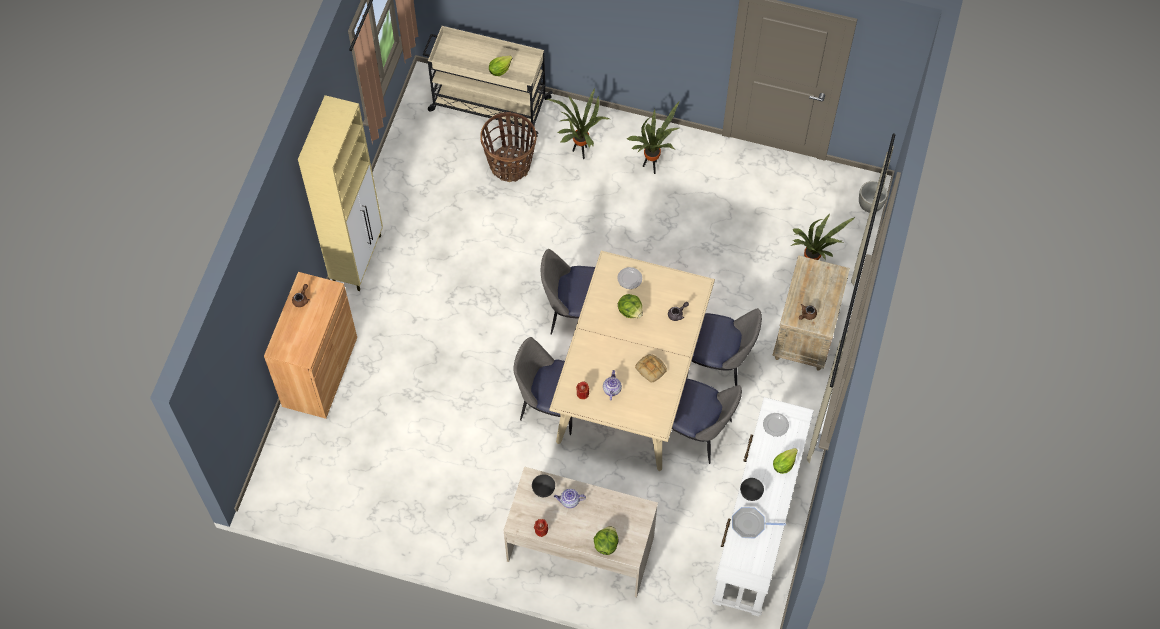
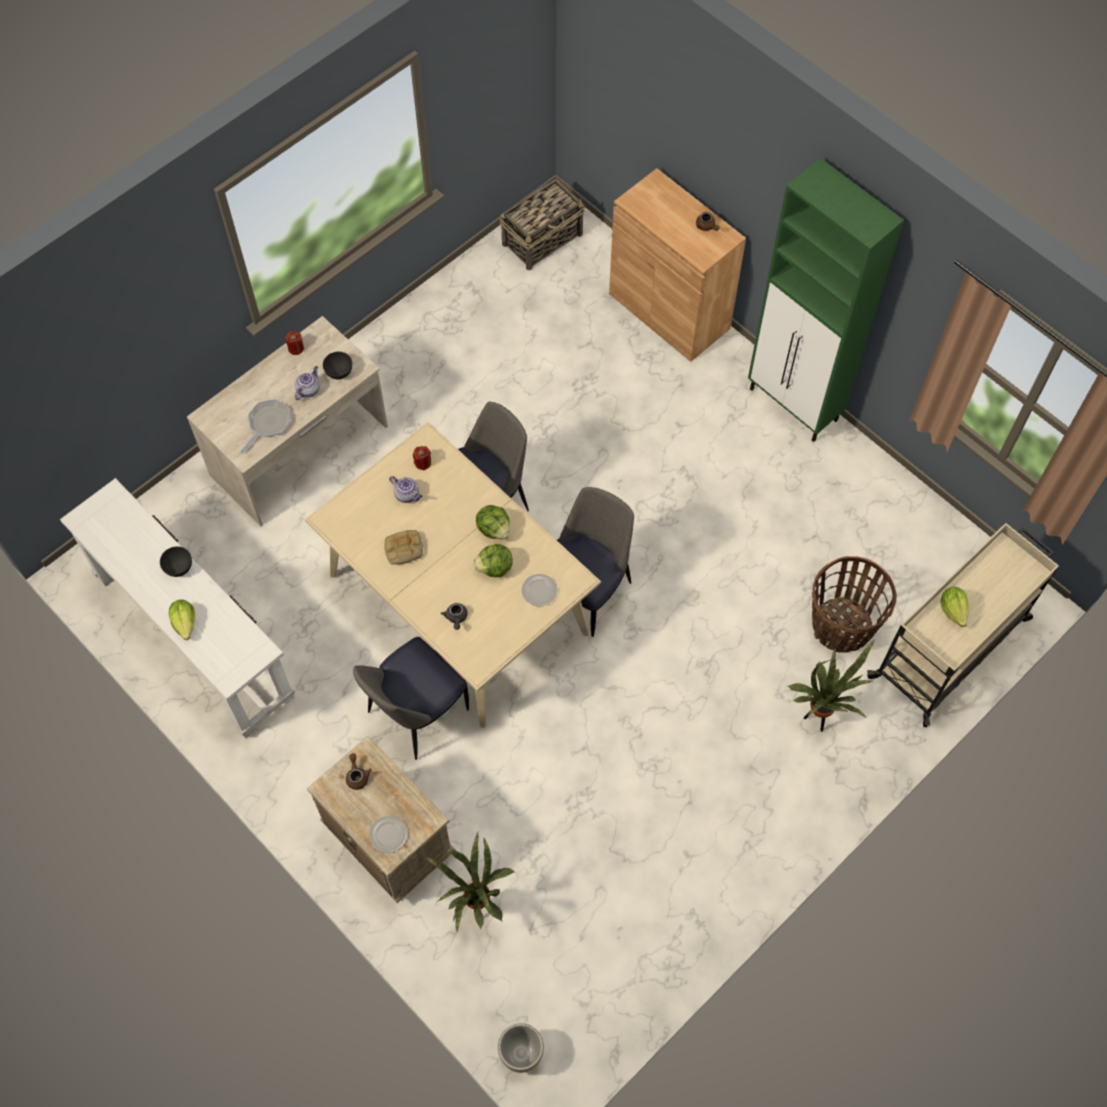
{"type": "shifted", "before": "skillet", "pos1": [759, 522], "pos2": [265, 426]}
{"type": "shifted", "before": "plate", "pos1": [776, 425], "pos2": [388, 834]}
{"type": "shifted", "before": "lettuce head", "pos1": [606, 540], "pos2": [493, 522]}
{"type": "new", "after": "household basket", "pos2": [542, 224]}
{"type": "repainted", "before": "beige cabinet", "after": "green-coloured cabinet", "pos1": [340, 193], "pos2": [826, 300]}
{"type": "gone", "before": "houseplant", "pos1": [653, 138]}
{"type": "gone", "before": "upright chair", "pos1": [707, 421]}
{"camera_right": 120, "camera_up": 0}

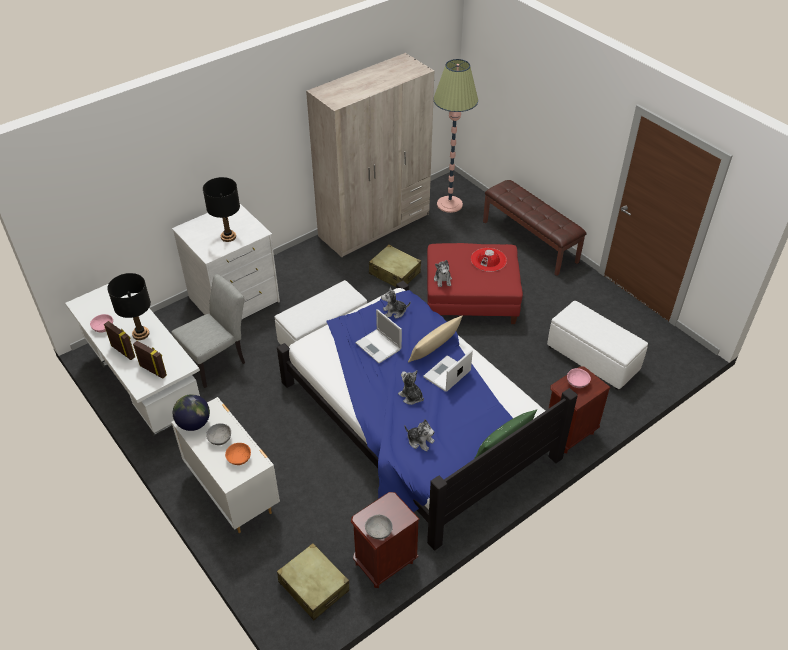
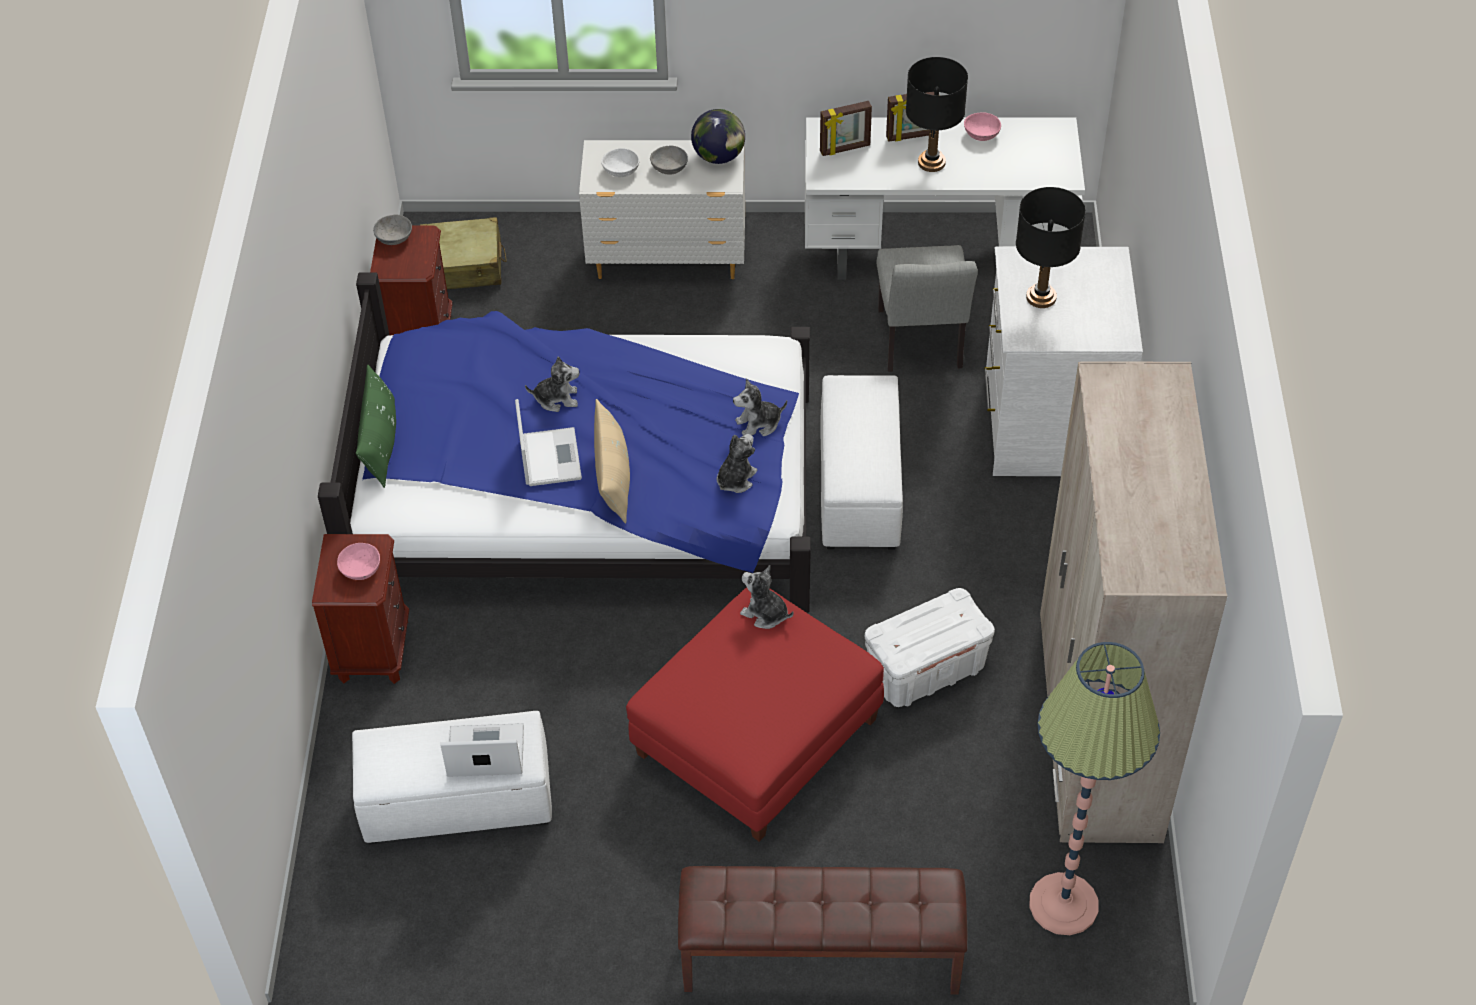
{"type": "shifted", "before": "laptop", "pos1": [378, 336], "pos2": [482, 750]}
{"type": "repainted", "before": "orangey deep dish", "after": "white-coloured deep dish", "pos1": [238, 454], "pos2": [620, 162]}
{"type": "shifted", "before": "cuddly toy", "pos1": [419, 435], "pos2": [760, 407]}
{"type": "swapped", "before": "beige piece of luggage", "after": "white-coloured storage box", "pos1": [395, 265], "pos2": [930, 647]}
{"type": "gone", "before": "reddish hat", "pos1": [489, 260]}
{"camera_right": 130, "camera_up": 5}

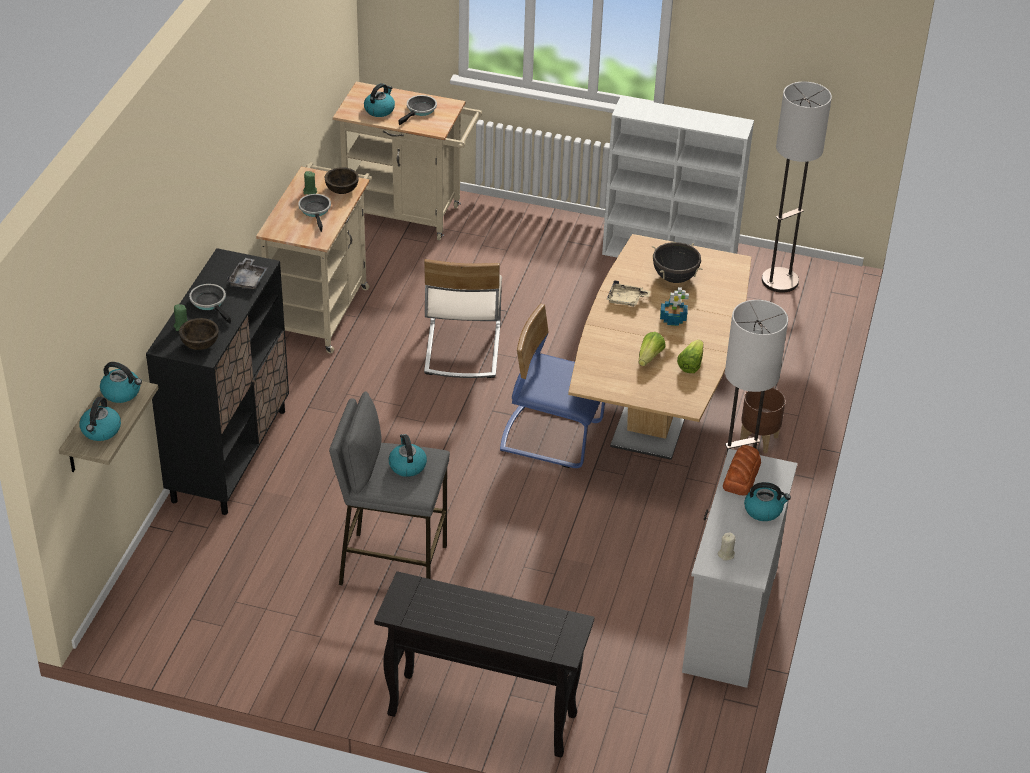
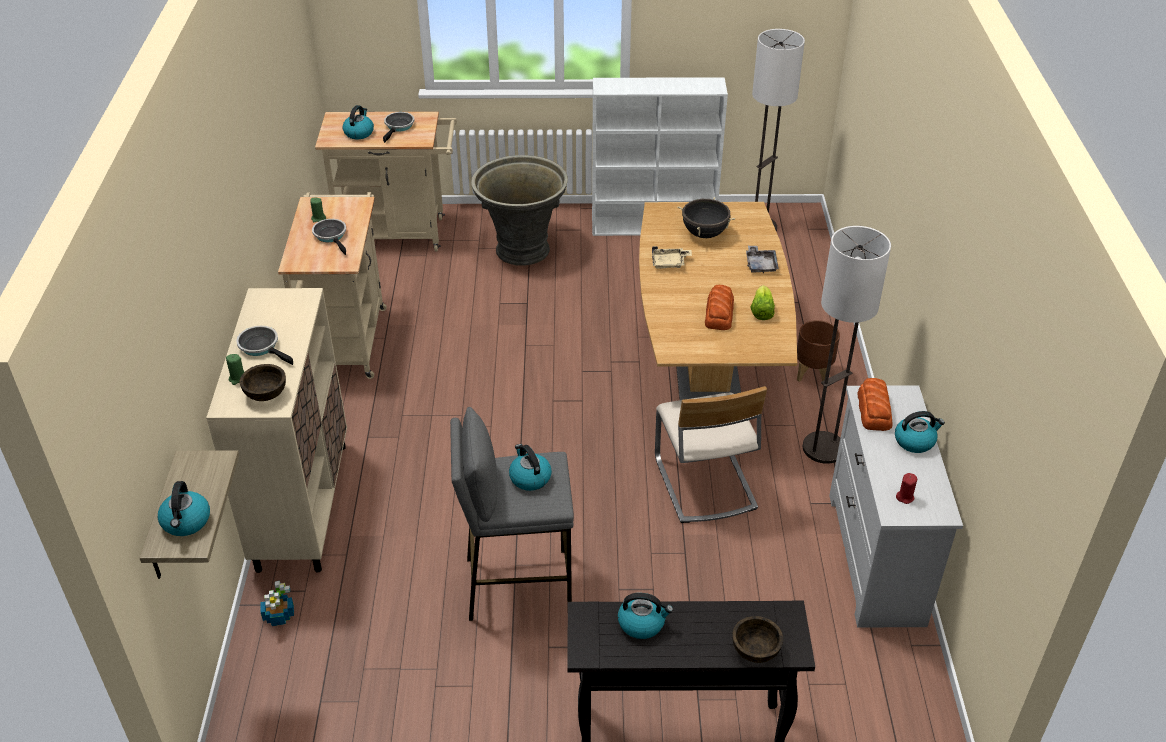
{"type": "repainted", "before": "black cabinet", "after": "beige cabinet", "pos1": [217, 381], "pos2": [276, 430]}
{"type": "shifted", "before": "houseplant", "pos1": [674, 306], "pos2": [277, 603]}
{"type": "new", "after": "greyish plant pot", "pos2": [519, 210]}
{"type": "shifted", "before": "tea kettle", "pos1": [121, 382], "pos2": [645, 616]}
{"type": "shifted", "before": "beige upright chair", "pos1": [463, 318], "pos2": [711, 454]}
{"type": "swapped", "before": "lettuce head", "after": "bakery bread", "pos1": [652, 349], "pos2": [719, 307]}
{"type": "shifted", "before": "brown deep dish", "pos1": [342, 180], "pos2": [757, 639]}
{"type": "shifted", "before": "greyish serving tray", "pos1": [247, 273], "pos2": [762, 259]}
{"type": "repainted", "before": "beige candle", "after": "reddish candle", "pos1": [727, 546], "pos2": [906, 488]}
{"type": "gone", "before": "blue-coloured upright chair", "pos1": [552, 386]}
{"camera_right": -15, "camera_up": 0}

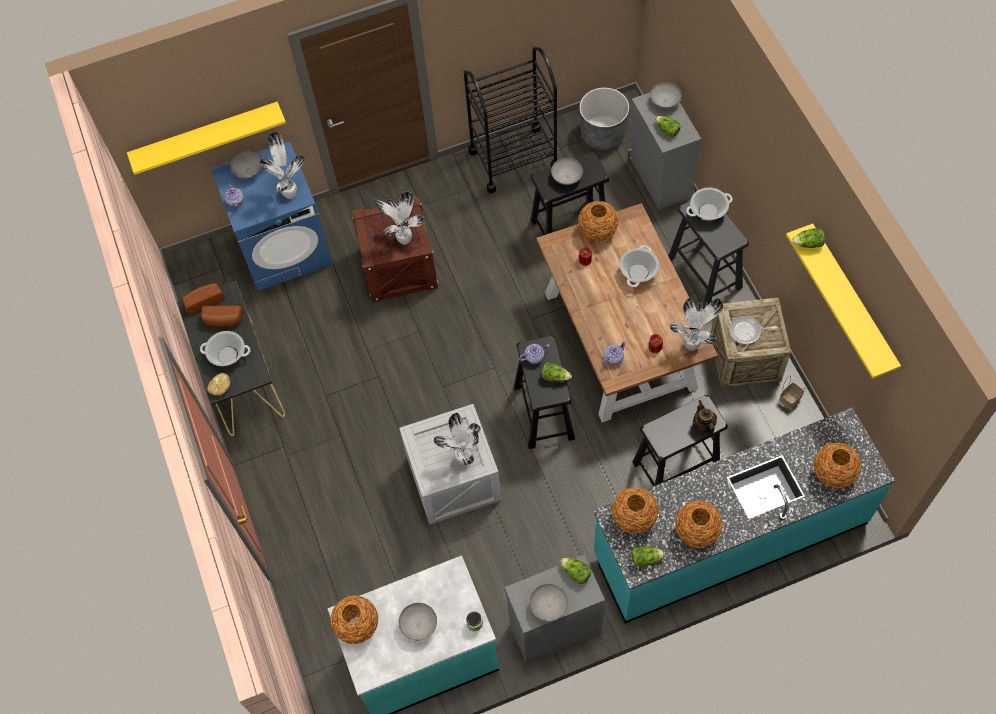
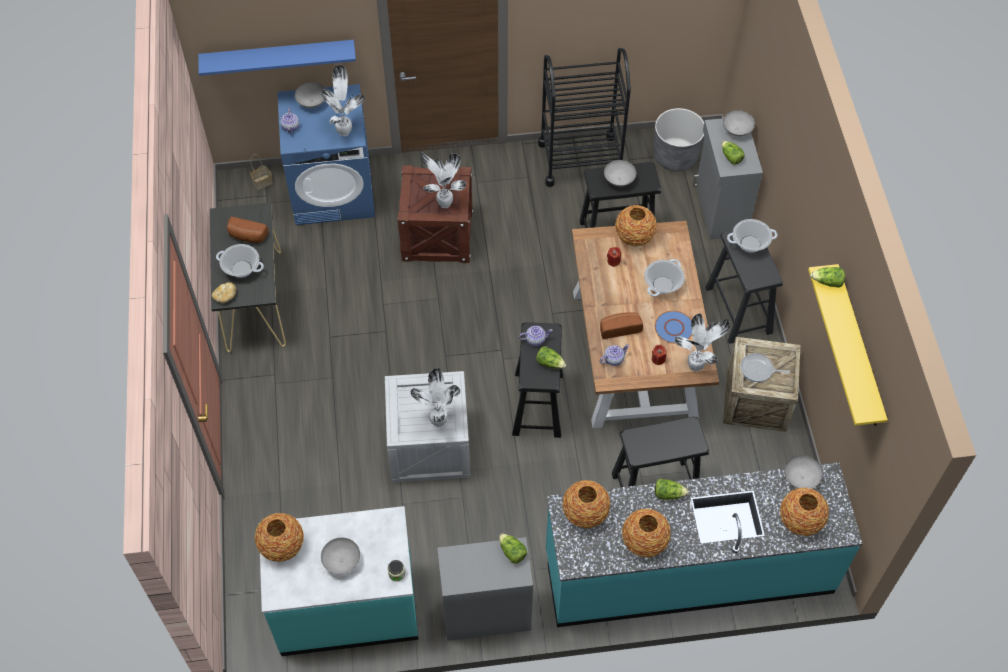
{"type": "repainted", "before": "yellow bracket shelf", "after": "blue-coloured bracket shelf", "pos1": [206, 138], "pos2": [277, 58]}
{"type": "shifted", "before": "household basket", "pos1": [792, 392], "pos2": [261, 172]}
{"type": "shifted", "before": "bakery bread", "pos1": [204, 299], "pos2": [621, 326]}
{"type": "new", "after": "blue-coloured plate", "pos2": [673, 327]}
{"type": "shifted", "before": "lettuce head", "pos1": [648, 556], "pos2": [672, 489]}
{"type": "shifted", "before": "greyish deep dish", "pos1": [549, 602], "pos2": [803, 472]}
{"type": "gone", "before": "pot for tea", "pos1": [705, 418]}
{"camera_right": 10, "camera_up": -5}

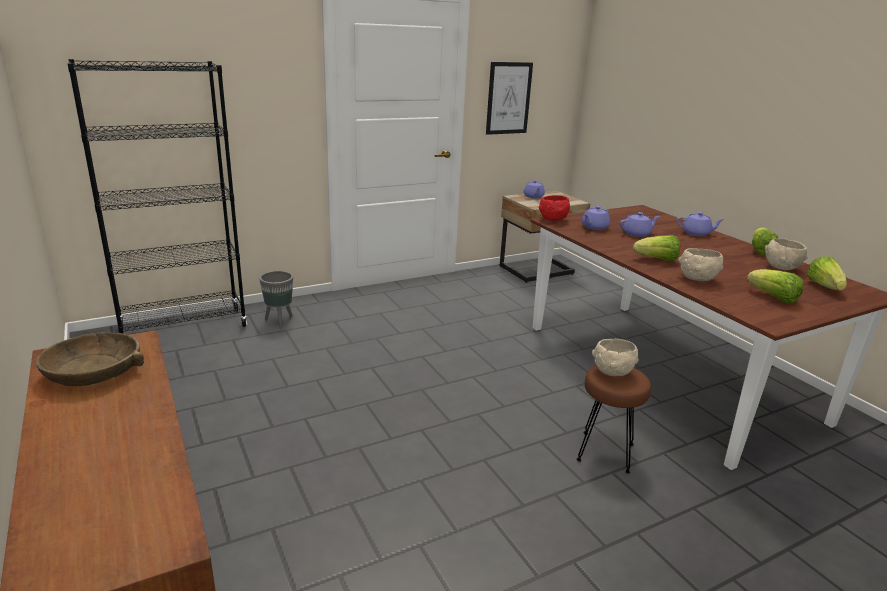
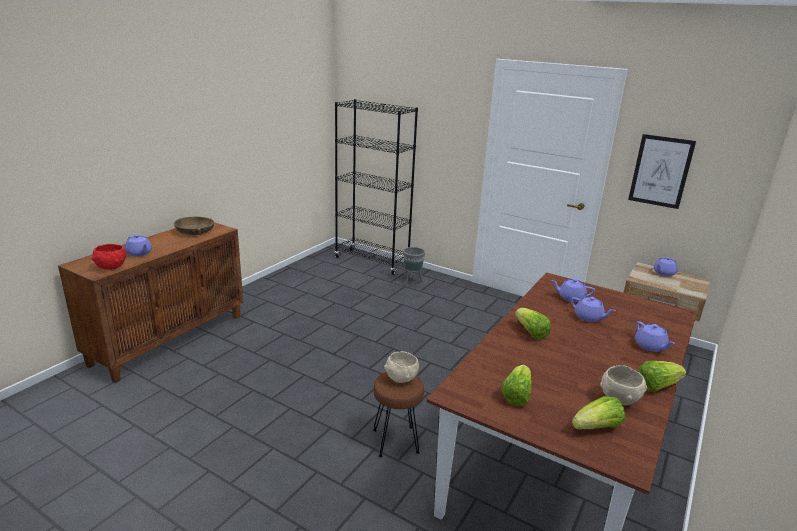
{"type": "shifted", "before": "reddish deep dish", "pos1": [554, 208], "pos2": [108, 257]}
{"type": "new", "after": "purplish pot for tea", "pos2": [138, 245]}
{"type": "gone", "before": "beige deep dish", "pos1": [700, 264]}
{"camera_right": 60, "camera_up": 0}

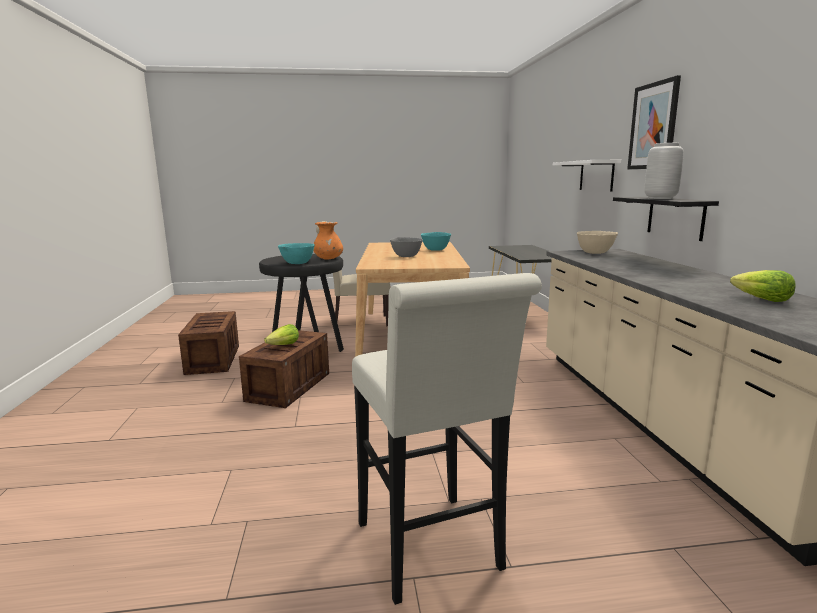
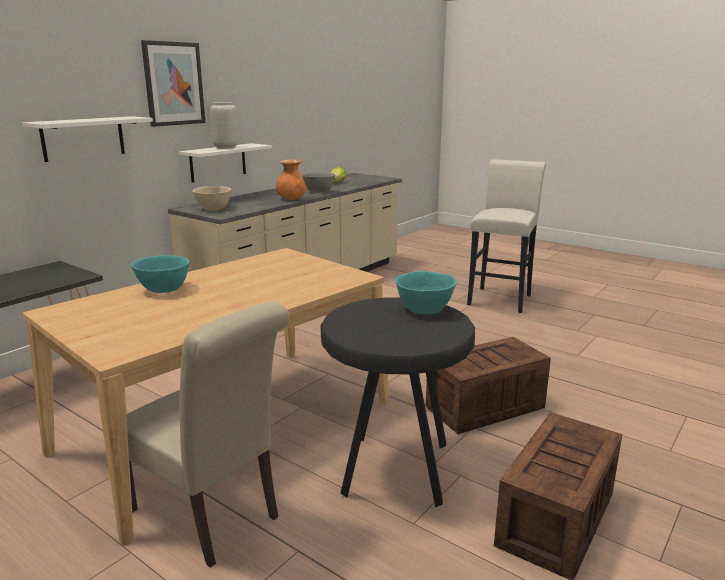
{"type": "repainted", "before": "black bracket shelf", "after": "white-coloured bracket shelf", "pos1": [666, 219], "pos2": [225, 162]}
{"type": "shifted", "before": "orangey flower vase", "pos1": [328, 241], "pos2": [291, 179]}
{"type": "shifted", "before": "greyish deep dish", "pos1": [406, 247], "pos2": [318, 183]}
{"type": "gone", "before": "lettuce head", "pos1": [281, 334]}
{"camera_right": -135, "camera_up": 5}

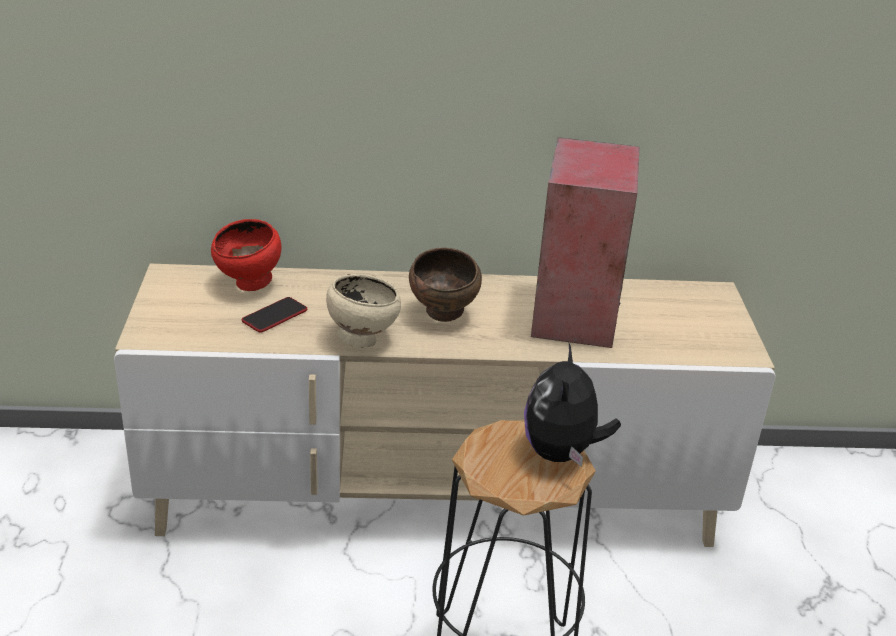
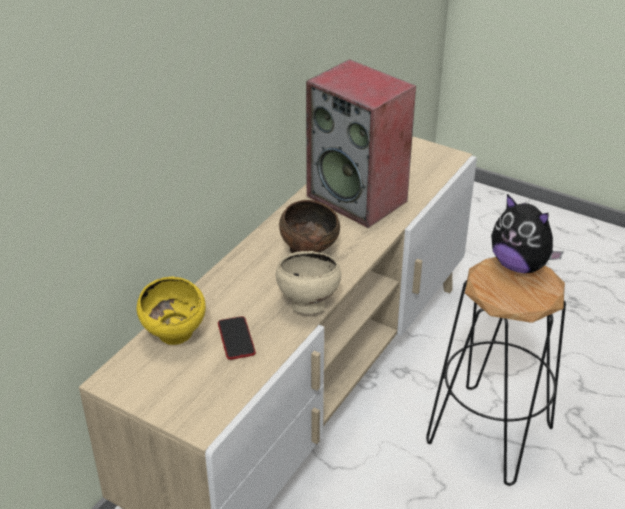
{"type": "repainted", "before": "reddish deep dish", "after": "yellow deep dish", "pos1": [246, 255], "pos2": [171, 311]}
{"camera_right": -55, "camera_up": 5}

